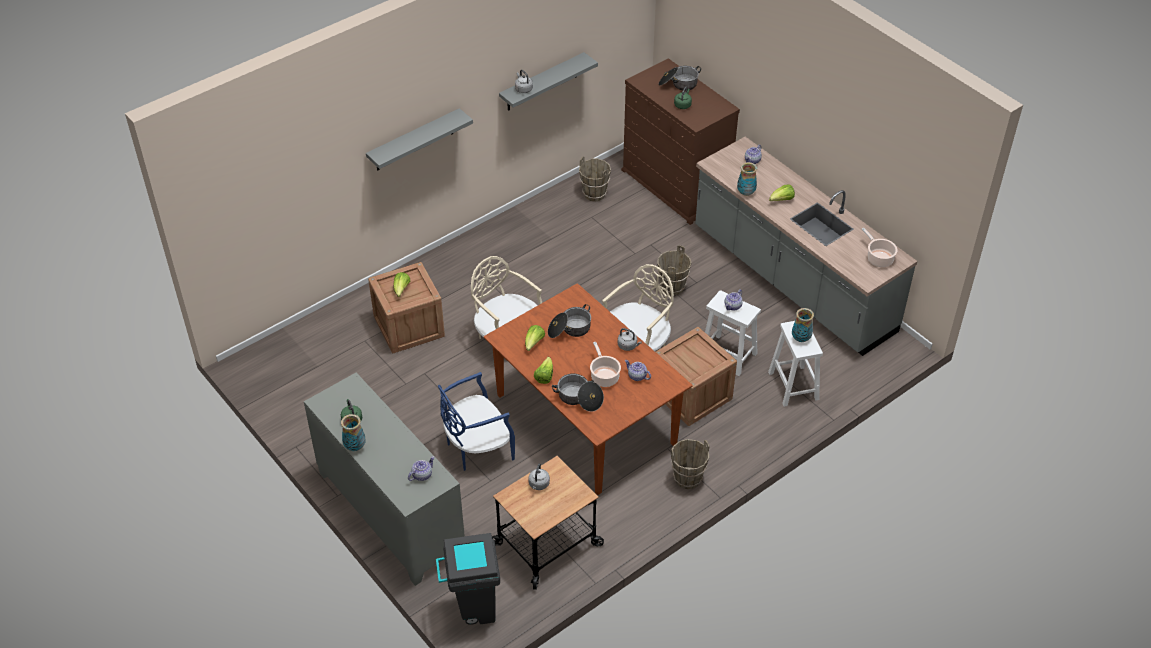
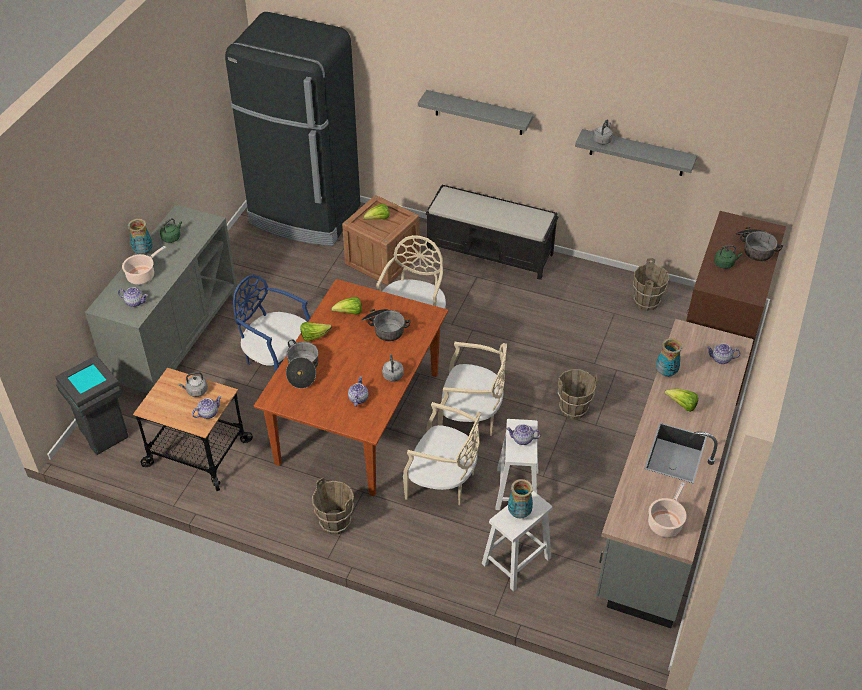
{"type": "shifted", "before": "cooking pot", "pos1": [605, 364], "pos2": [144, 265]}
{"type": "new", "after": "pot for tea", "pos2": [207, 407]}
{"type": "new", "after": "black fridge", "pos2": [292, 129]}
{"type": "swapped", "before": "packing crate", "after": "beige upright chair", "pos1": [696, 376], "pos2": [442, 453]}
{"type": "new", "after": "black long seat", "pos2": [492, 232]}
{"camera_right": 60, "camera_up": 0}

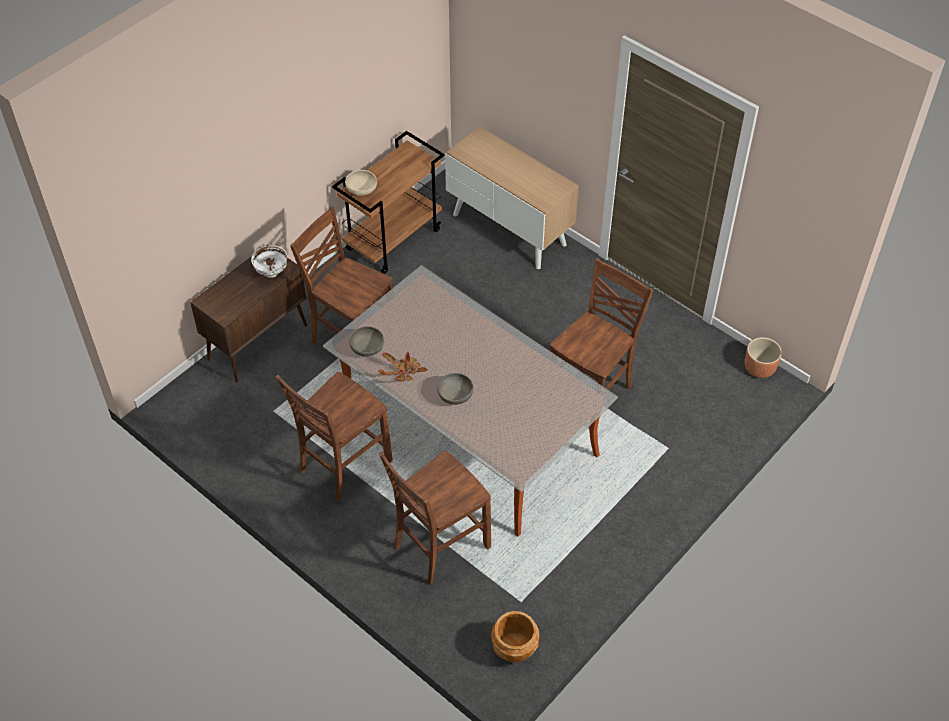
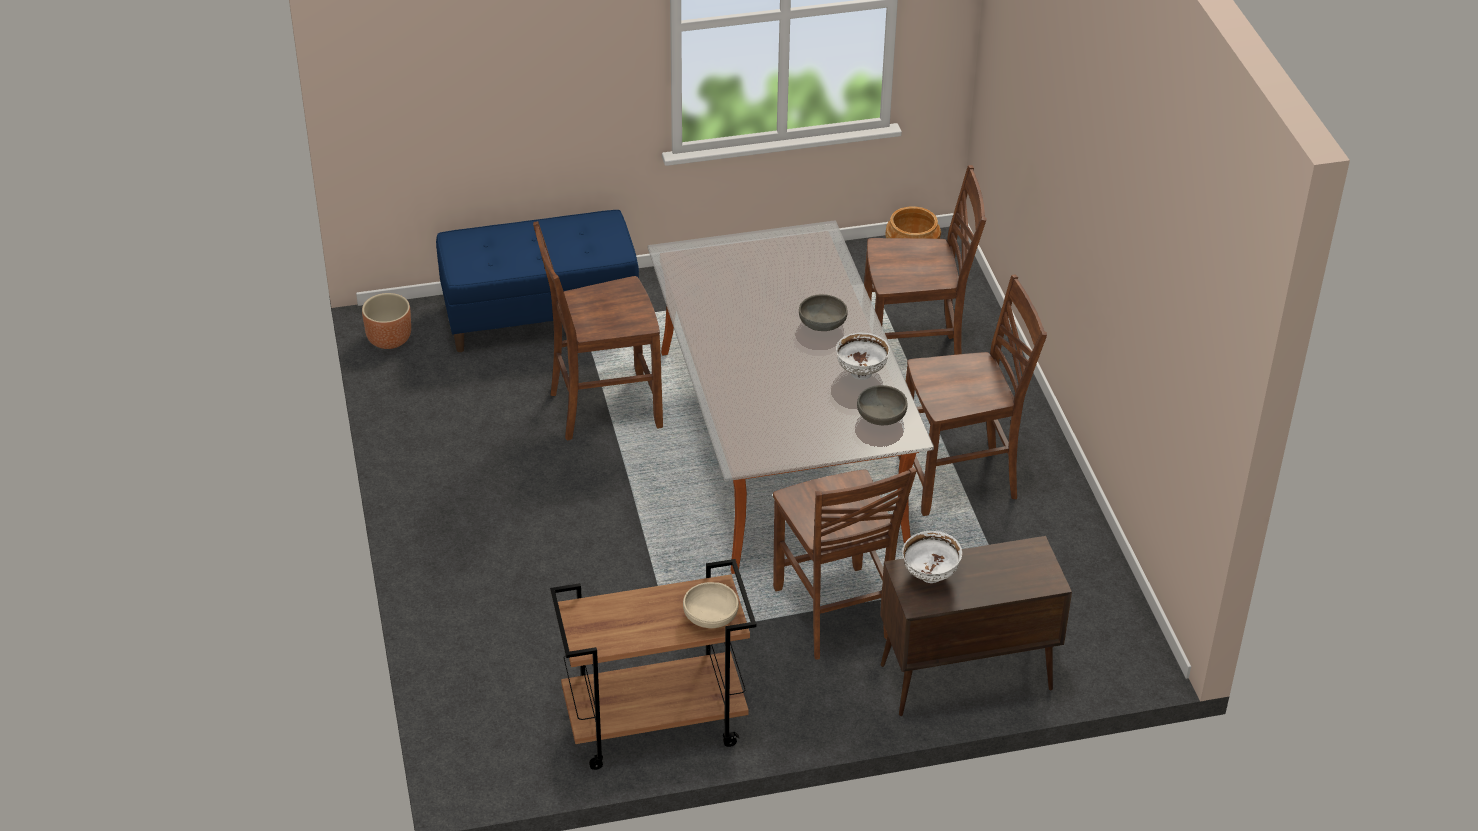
{"type": "new", "after": "blue-coloured long seat", "pos2": [537, 281]}
{"type": "swapped", "before": "houseplant", "after": "white-coloured deep dish", "pos1": [403, 367], "pos2": [863, 356]}
{"type": "gone", "before": "cabinet", "pos1": [512, 198]}
{"camera_right": -145, "camera_up": -10}

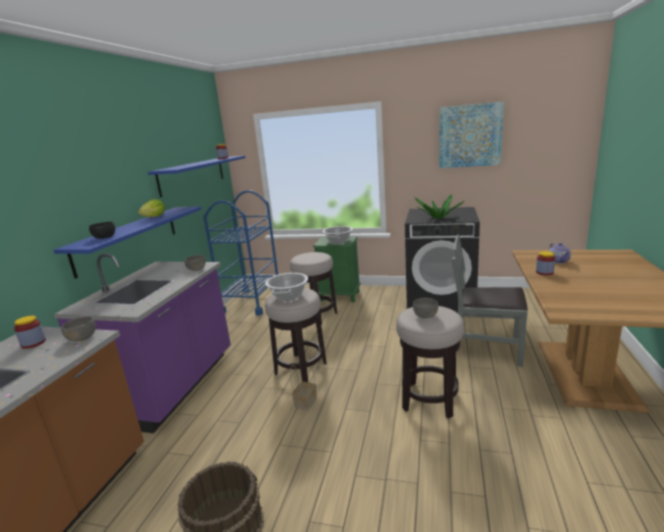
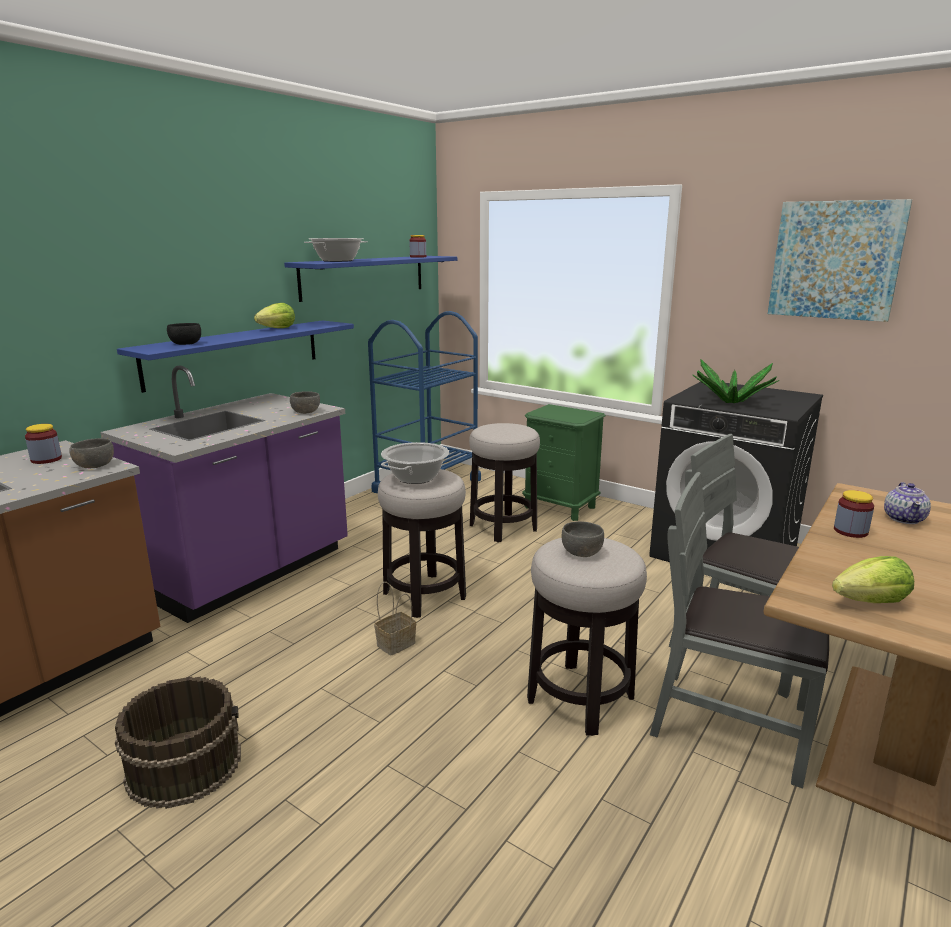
{"type": "shifted", "before": "cooking pot", "pos1": [338, 235], "pos2": [336, 250]}
{"type": "new", "after": "greyish upright chair", "pos2": [739, 630]}
{"type": "new", "after": "lettuce head", "pos2": [873, 579]}
{"camera_right": 20, "camera_up": 0}

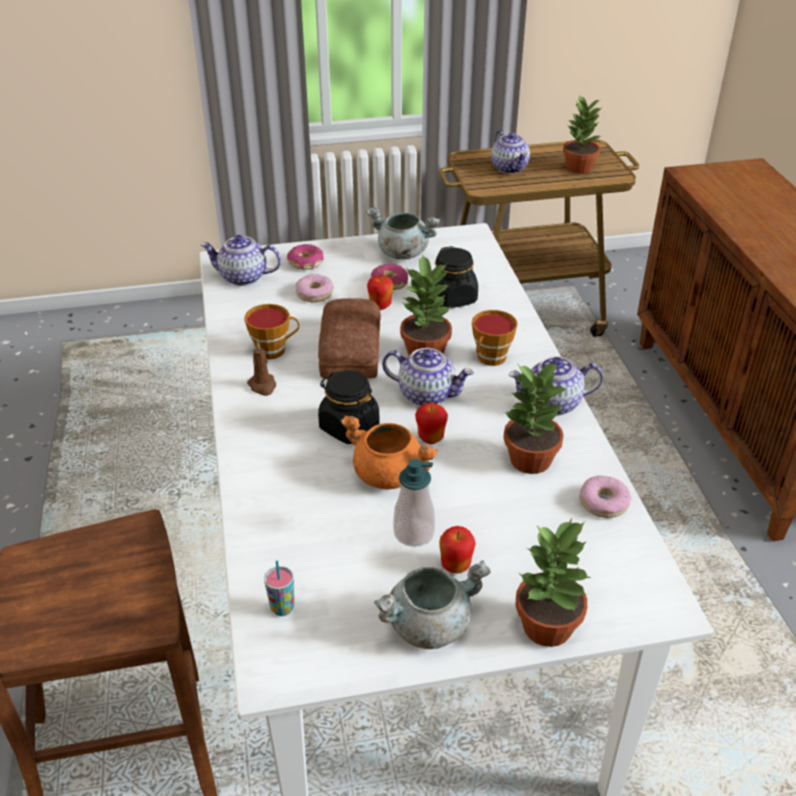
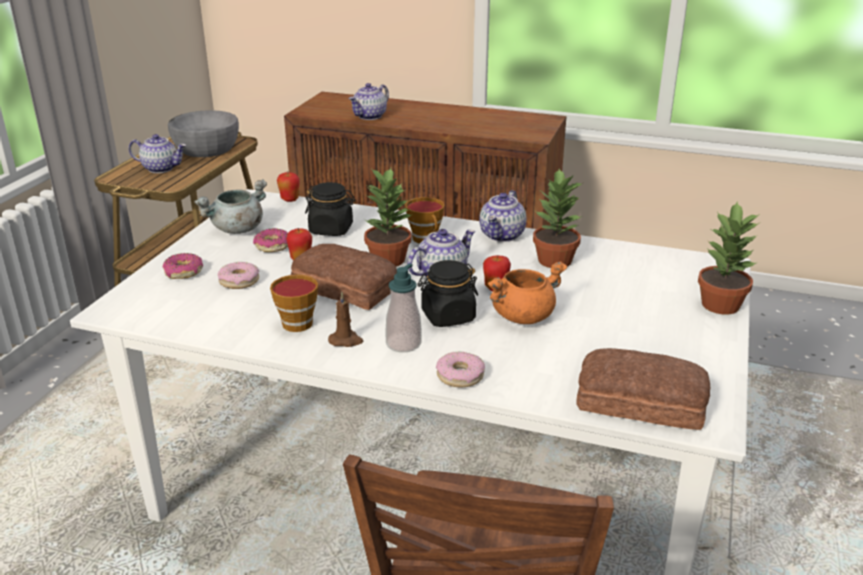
{"type": "swapped", "before": "houseplant", "after": "greyish deep dish", "pos1": [582, 134], "pos2": [203, 133]}
{"type": "shifted", "before": "apple", "pos1": [457, 550], "pos2": [288, 186]}
{"type": "shifted", "before": "pot for tea", "pos1": [241, 260], "pos2": [369, 101]}
{"type": "shifted", "before": "soap dispenser", "pos1": [414, 503], "pos2": [403, 307]}
{"type": "shifted", "before": "donut", "pos1": [605, 496], "pos2": [460, 369]}
{"type": "swapped", "before": "cup", "after": "bakery bread", "pos1": [279, 588], "pos2": [643, 389]}
{"type": "gone", "before": "greyish cooking pot", "pos1": [432, 605]}
{"camera_right": -60, "camera_up": -10}

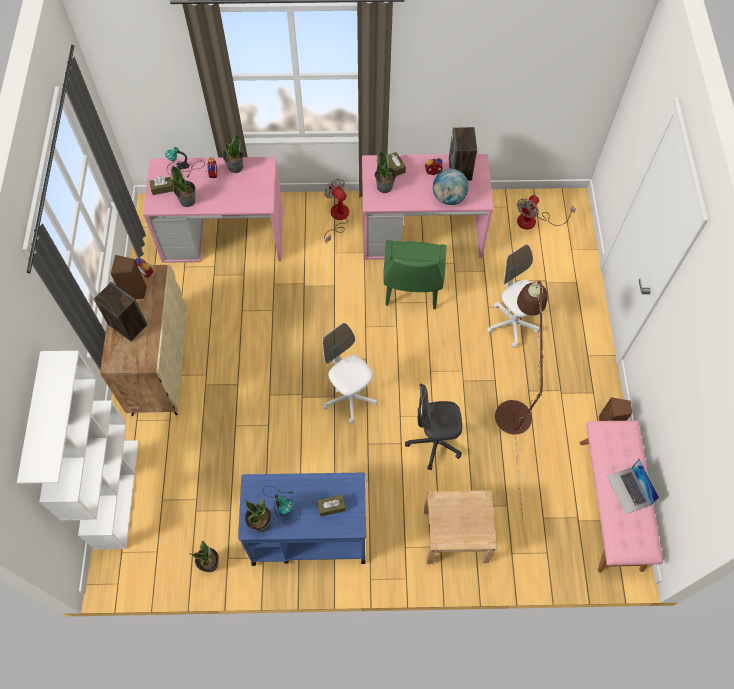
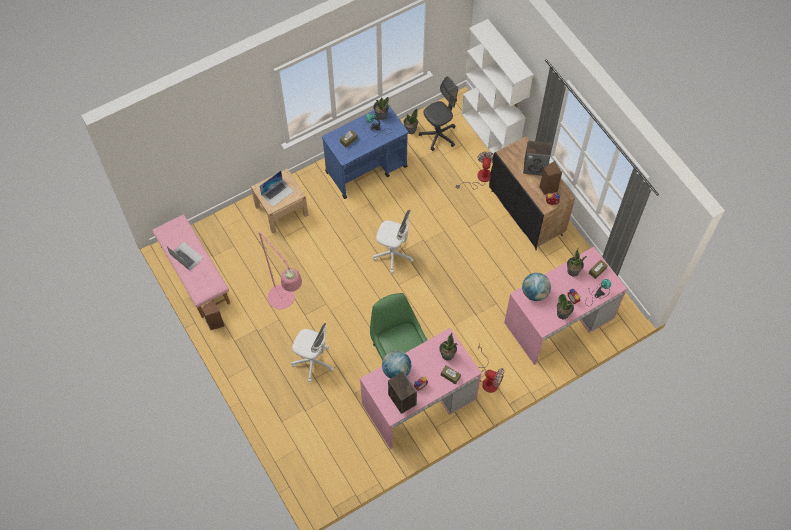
{"type": "repainted", "before": "brown standard lamp", "after": "pinkish standard lamp", "pos1": [521, 399], "pos2": [274, 270]}
{"type": "new", "after": "laptop", "pos2": [276, 189]}
{"type": "shifted", "before": "greyish office chair", "pos1": [433, 427], "pos2": [438, 113]}
{"type": "shifted", "before": "electric fan", "pos1": [546, 212], "pos2": [475, 170]}
{"type": "repainted", "before": "beige cabinet", "after": "black cabinet", "pos1": [143, 340], "pos2": [532, 193]}
{"type": "new", "after": "globe", "pos2": [536, 287]}
{"camera_right": 150, "camera_up": 0}

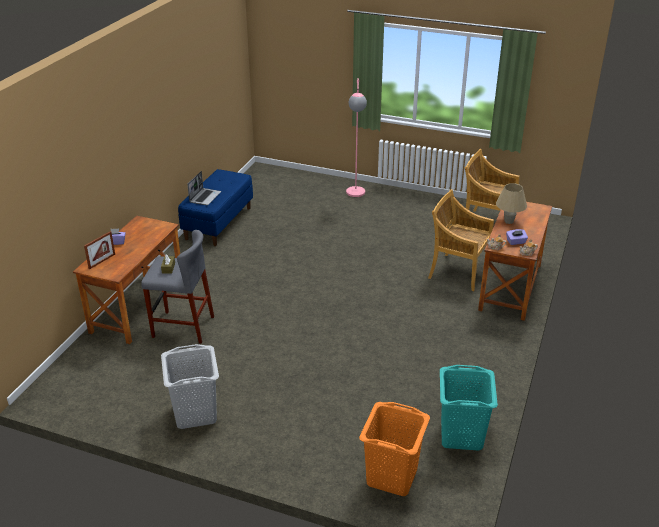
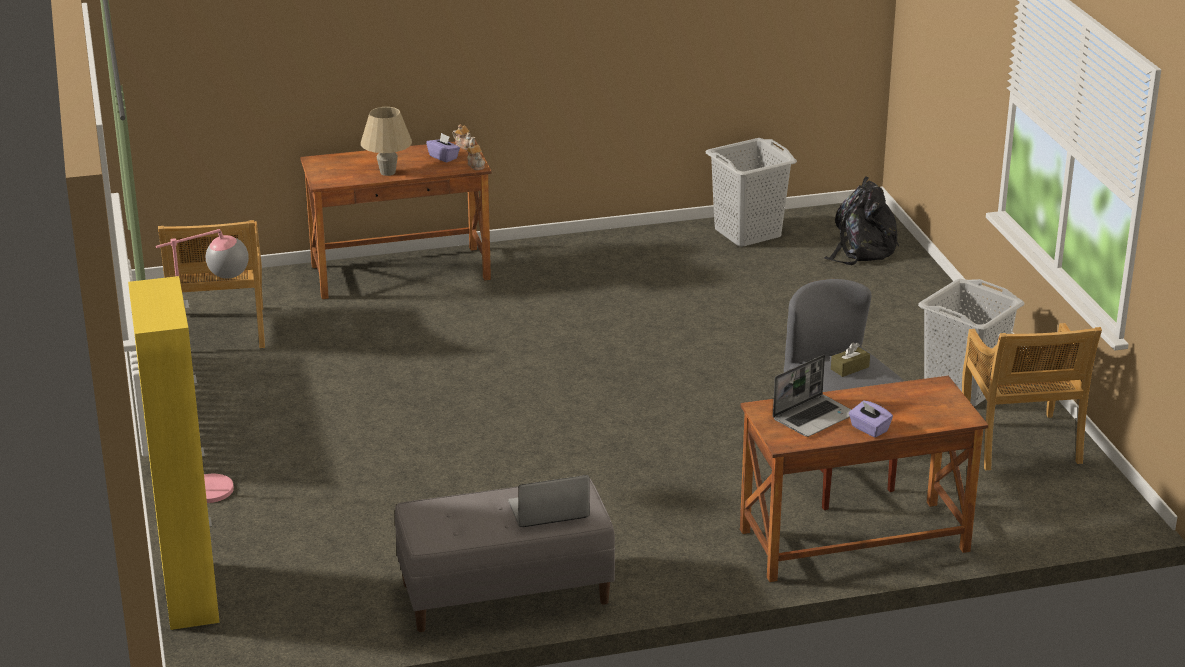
{"type": "new", "after": "yellow cabinet", "pos2": [174, 453]}
{"type": "repainted", "before": "blue-coloured long seat", "after": "greyish long seat", "pos1": [215, 207], "pos2": [505, 555]}
{"type": "repainted", "before": "turquoise-coloured laundry basket", "after": "greyish laundry basket", "pos1": [469, 408], "pos2": [751, 192]}
{"type": "new", "after": "laptop", "pos2": [812, 396]}
{"type": "swapped", "before": "orangey laundry basket", "after": "black knapsack", "pos1": [394, 449], "pos2": [861, 220]}
{"type": "shifted", "before": "beige upright chair", "pos1": [461, 240], "pos2": [1032, 396]}
{"type": "gone", "before": "standing frame", "pos1": [99, 250]}
{"camera_right": -125, "camera_up": -5}

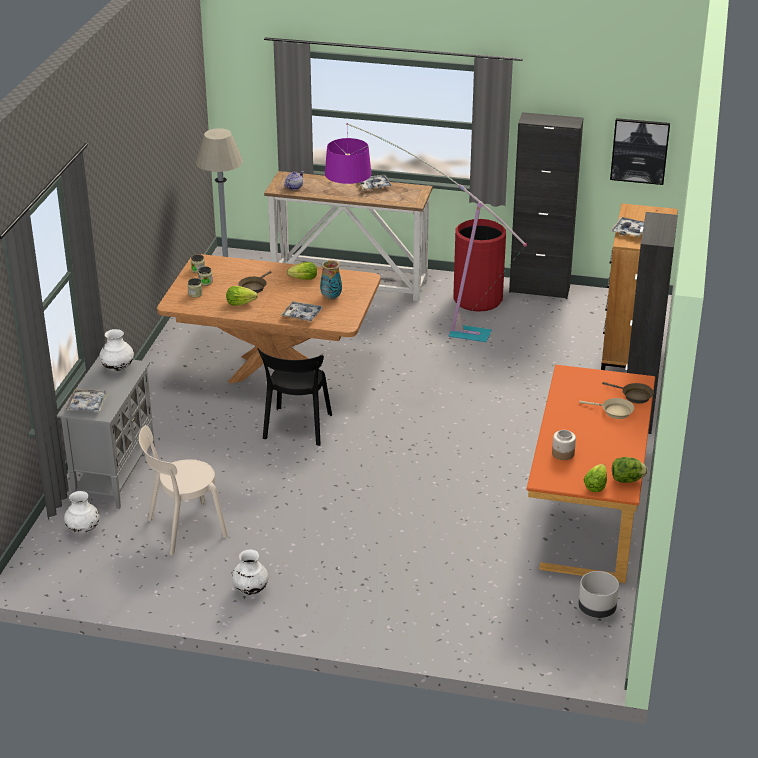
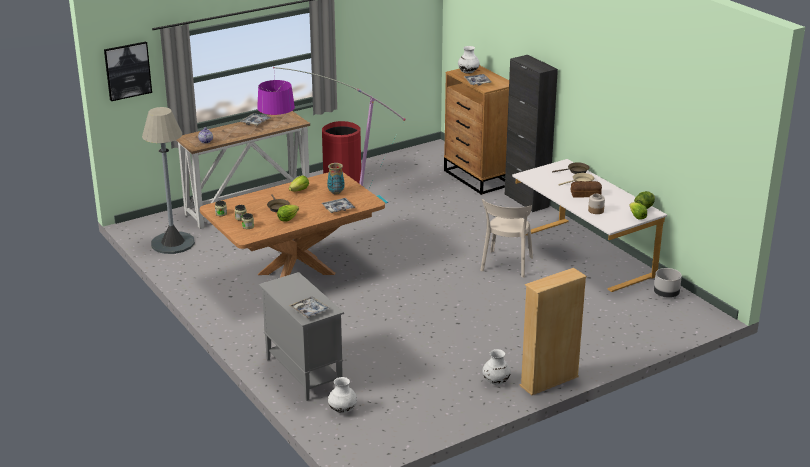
{"type": "shifted", "before": "picture", "pos1": [640, 151], "pos2": [128, 71]}
{"type": "shifted", "before": "white-coloured flower vase", "pos1": [116, 350], "pos2": [469, 60]}
{"type": "shifted", "before": "beige upright chair", "pos1": [183, 490], "pos2": [506, 238]}
{"type": "repainted", "before": "orangey desk", "after": "white-coloured desk", "pos1": [591, 474], "pos2": [589, 225]}
{"type": "new", "after": "beige bookcase", "pos2": [553, 331]}
{"type": "new", "after": "bakery bread", "pos2": [586, 189]}
{"type": "gone", "before": "black upright chair", "pos1": [294, 397]}
{"type": "gone", "before": "black cabinet", "pos1": [546, 205]}
{"camera_right": -45, "camera_up": -5}

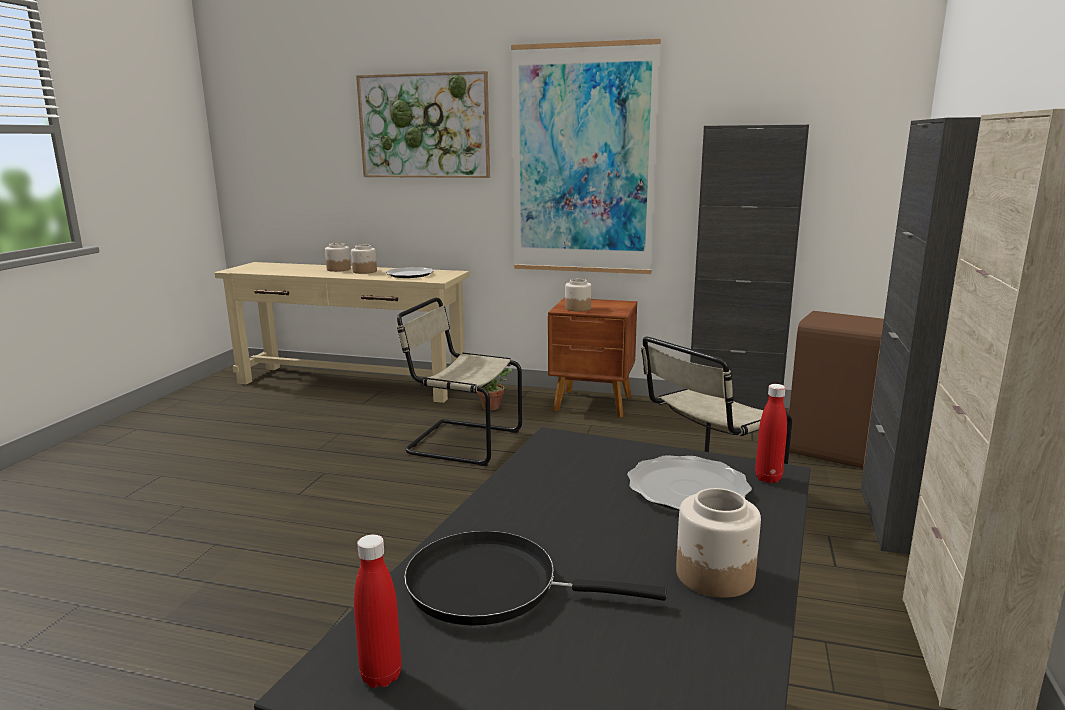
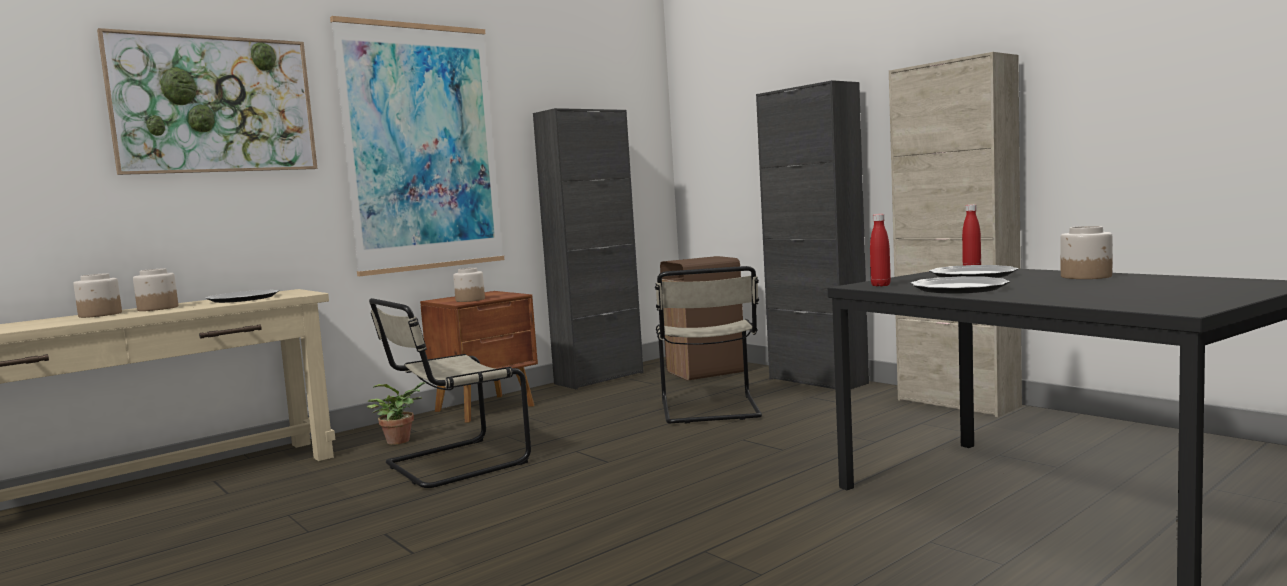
{"type": "shifted", "before": "reddish drink bottle", "pos1": [378, 611], "pos2": [880, 250]}
{"type": "new", "after": "plate", "pos2": [960, 285]}
{"type": "gone", "before": "black skillet", "pos1": [535, 578]}
{"camera_right": -55, "camera_up": -10}

